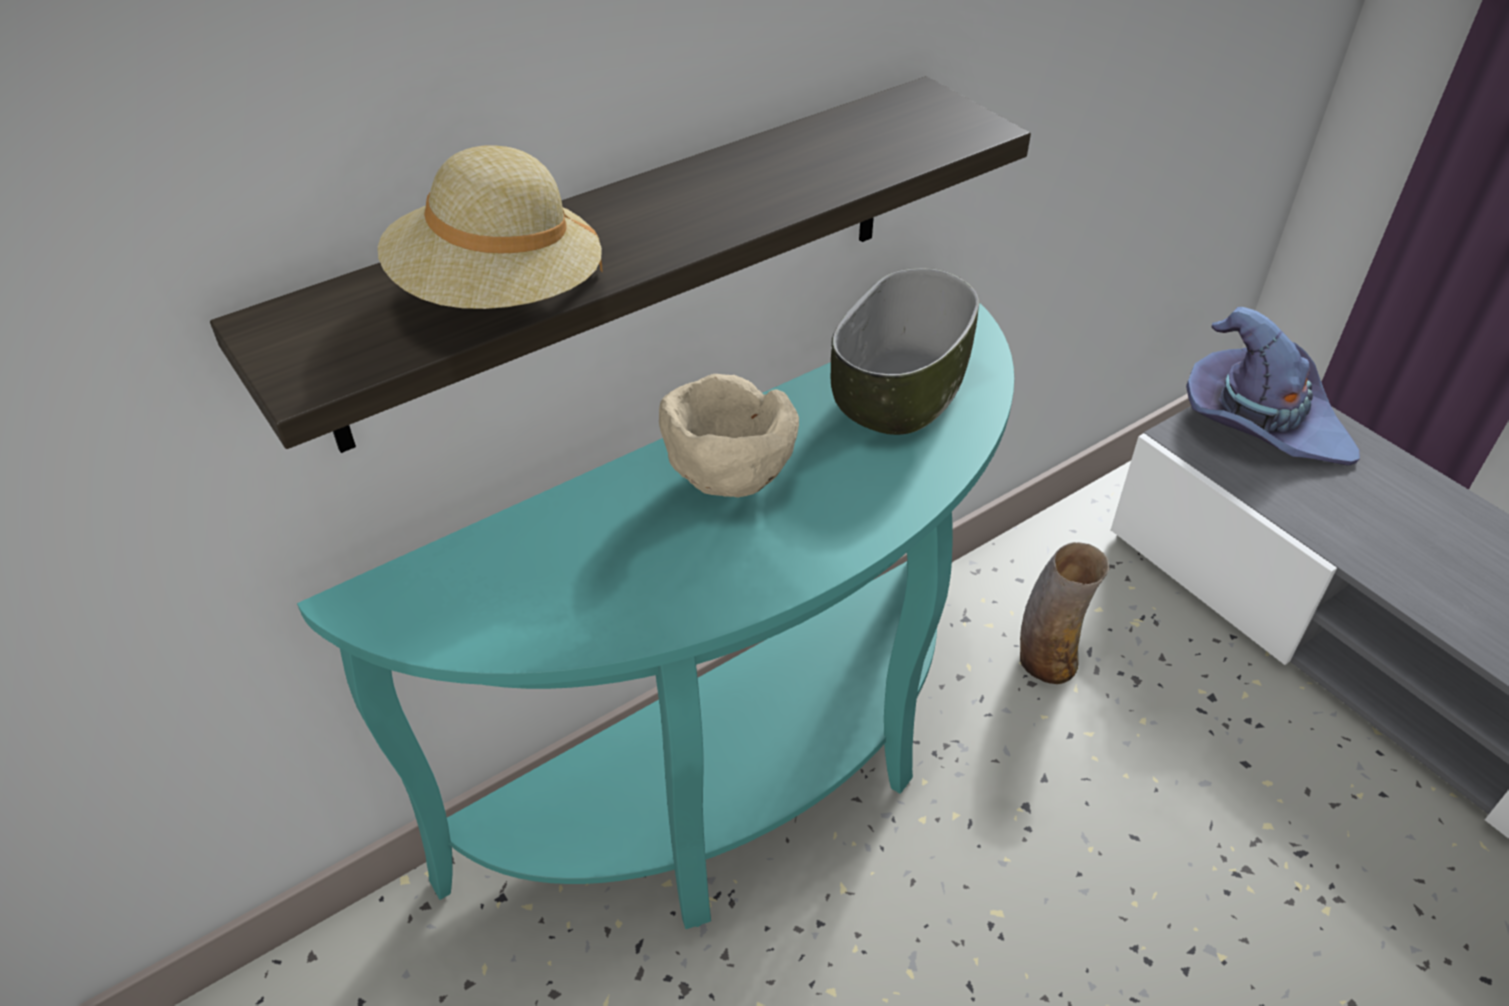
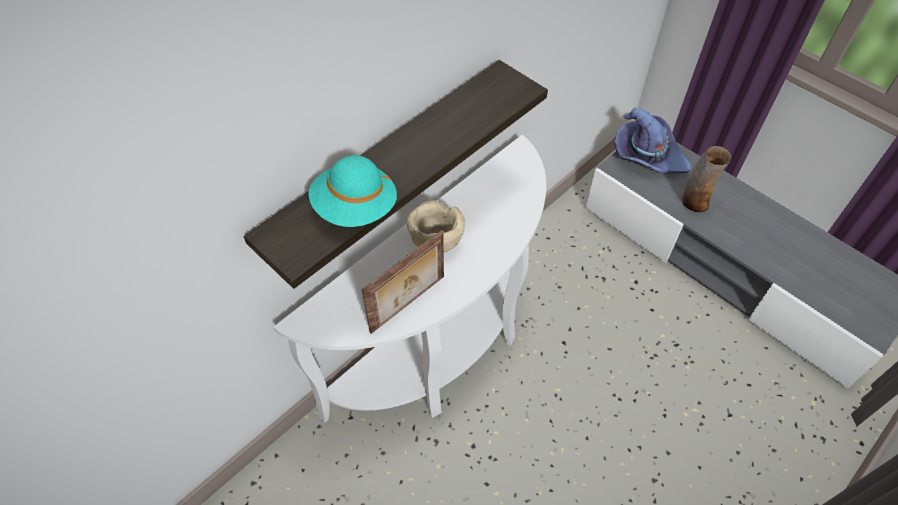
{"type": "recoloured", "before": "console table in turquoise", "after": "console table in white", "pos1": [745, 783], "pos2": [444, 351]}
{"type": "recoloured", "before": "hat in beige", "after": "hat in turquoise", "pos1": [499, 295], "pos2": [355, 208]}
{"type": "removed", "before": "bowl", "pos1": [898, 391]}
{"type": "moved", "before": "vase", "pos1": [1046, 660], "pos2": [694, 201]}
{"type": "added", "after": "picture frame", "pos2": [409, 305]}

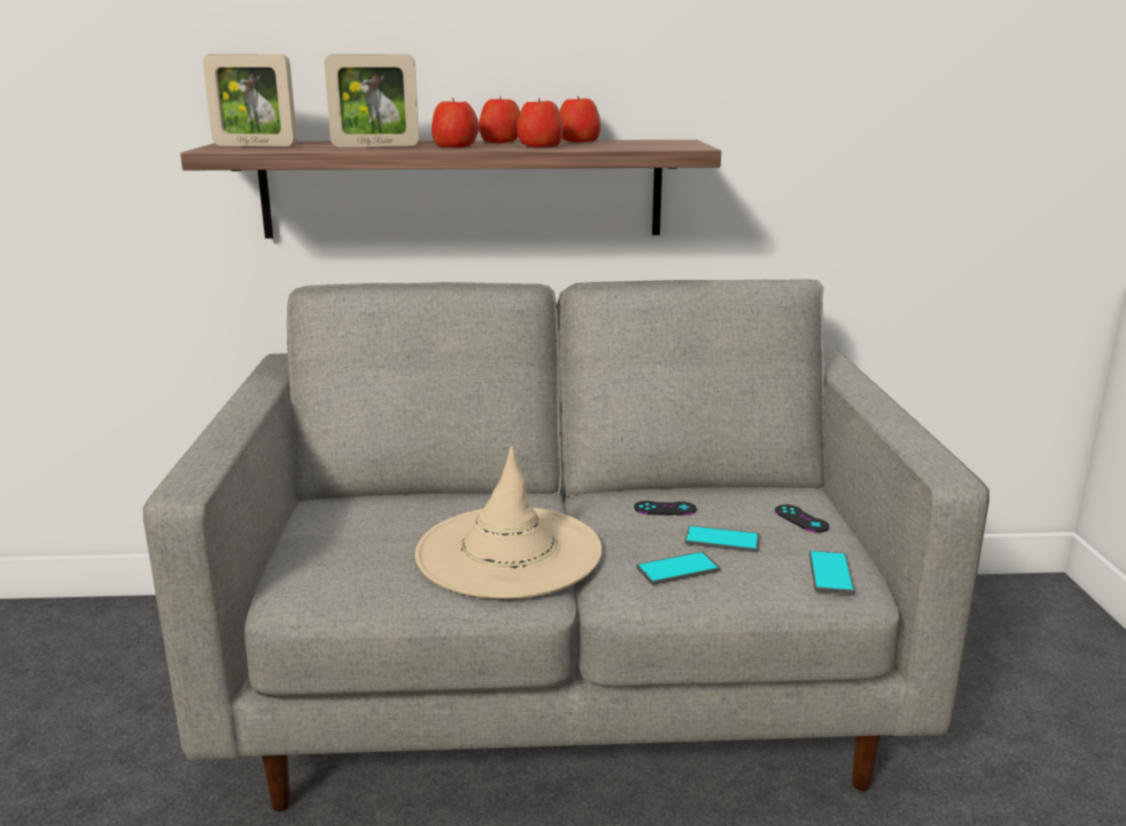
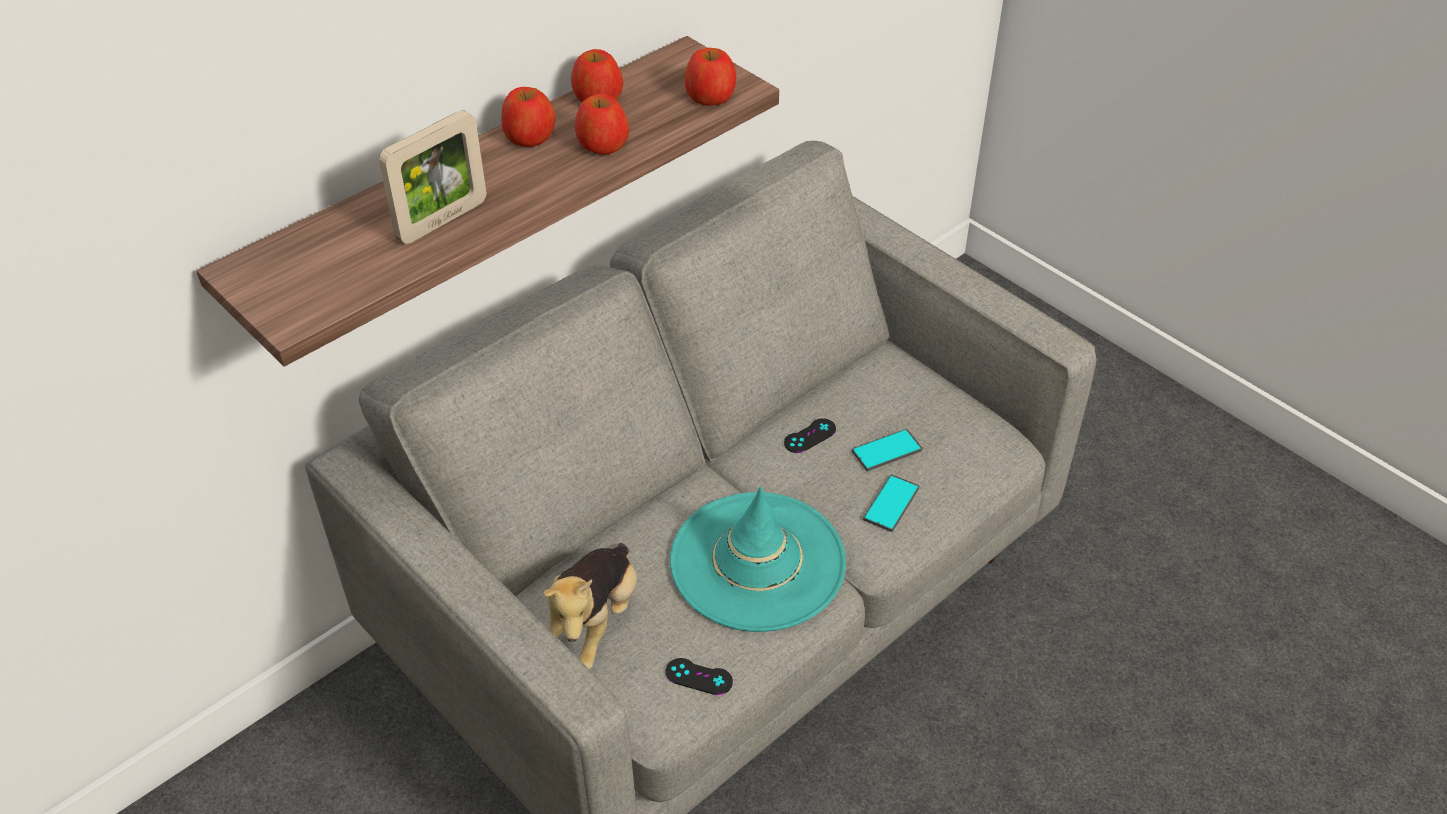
{"type": "removed", "before": "picture frame", "pos1": [255, 146]}
{"type": "recoloured", "before": "hat in beige", "after": "hat in turquoise", "pos1": [508, 552], "pos2": [757, 561]}
{"type": "moved", "before": "apple", "pos1": [455, 146], "pos2": [710, 95]}
{"type": "moved", "before": "game controller in black", "pos1": [801, 519], "pos2": [699, 677]}
{"type": "removed", "before": "phone", "pos1": [831, 573]}
{"type": "added", "after": "plush toy", "pos2": [593, 622]}

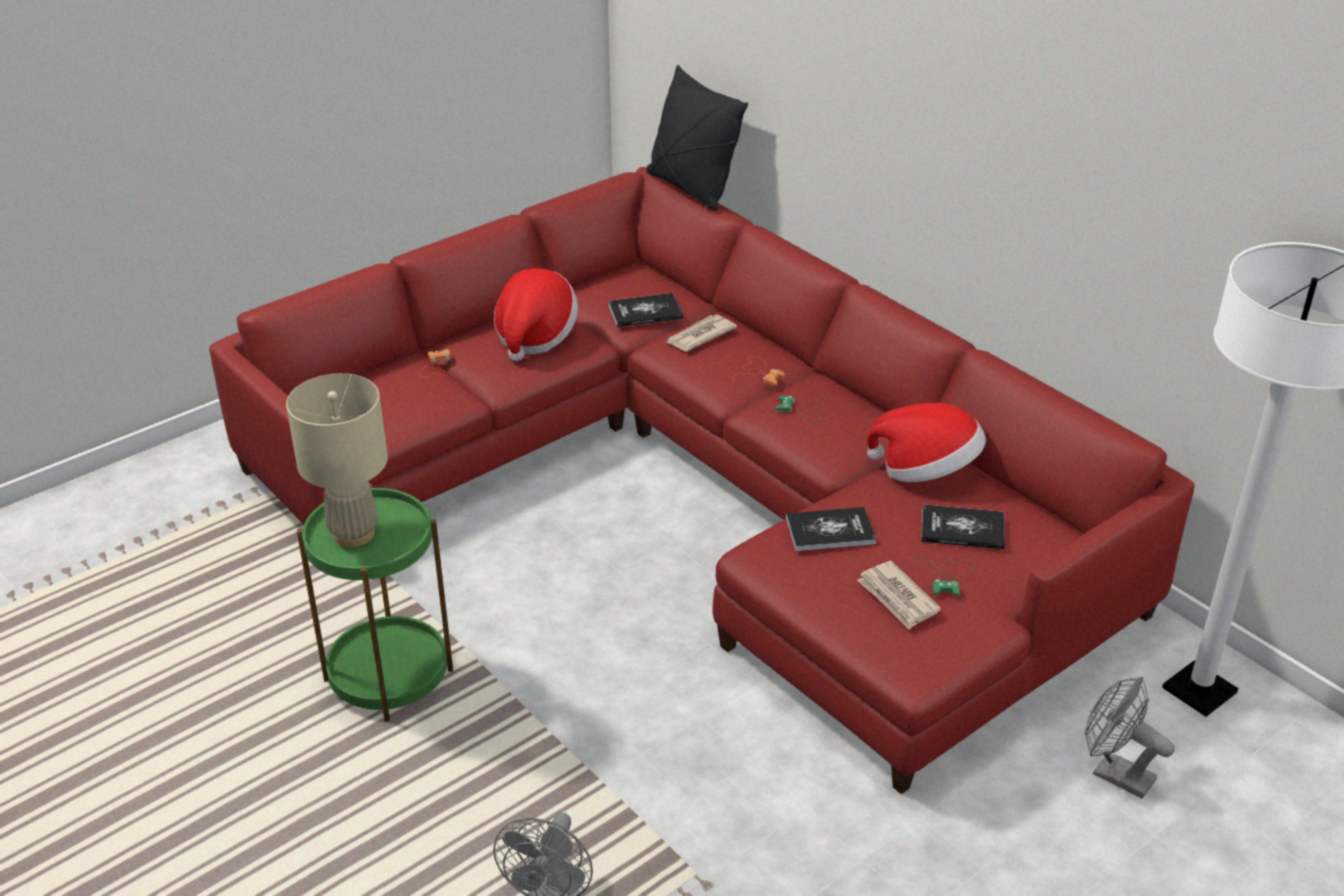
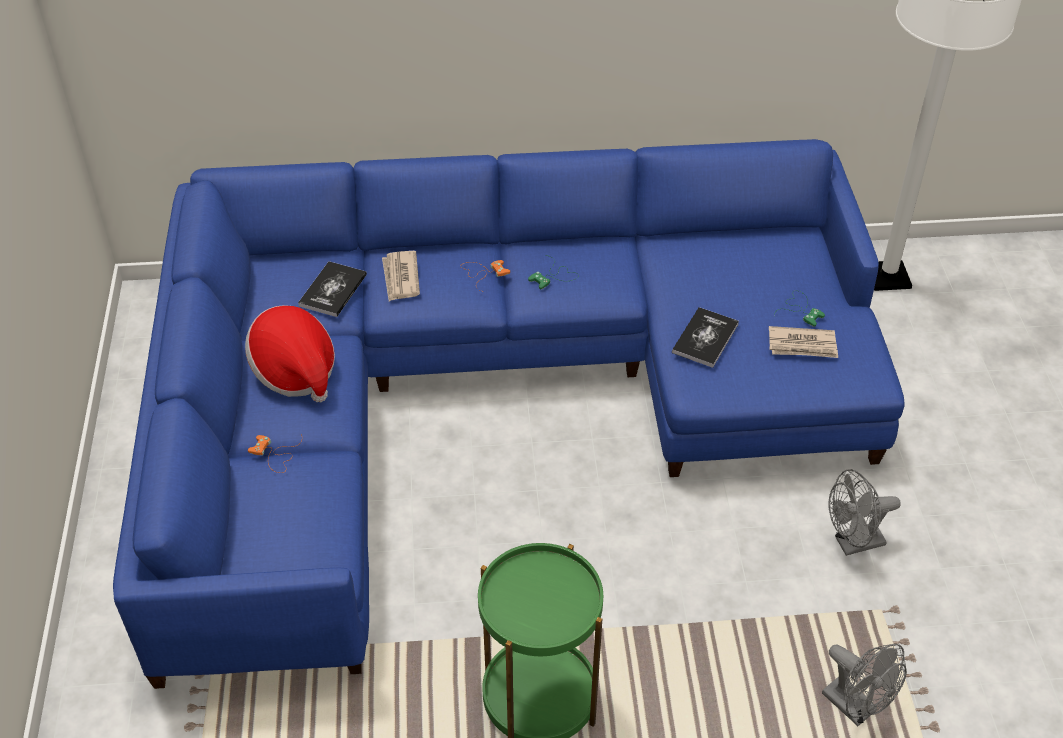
{"type": "recoloured", "before": "sofa in red", "after": "sofa in blue", "pos1": [702, 490], "pos2": [487, 392]}
{"type": "removed", "before": "table lamp in beige", "pos1": [354, 533]}
{"type": "removed", "before": "pillow in black", "pos1": [691, 188]}
{"type": "removed", "before": "hat", "pos1": [926, 471]}
{"type": "removed", "before": "book", "pos1": [962, 529]}
{"type": "moved", "before": "fan in grey", "pos1": [1114, 773], "pos2": [852, 543]}

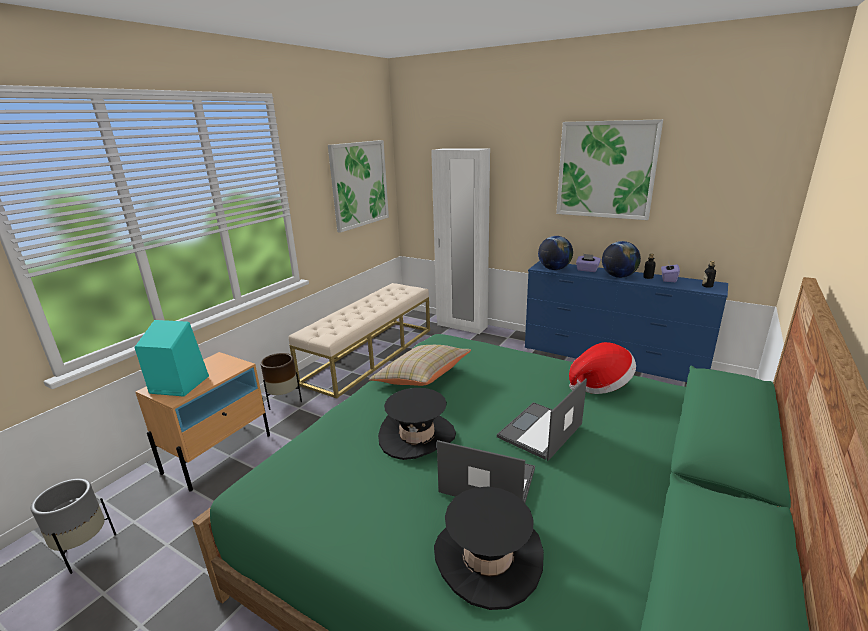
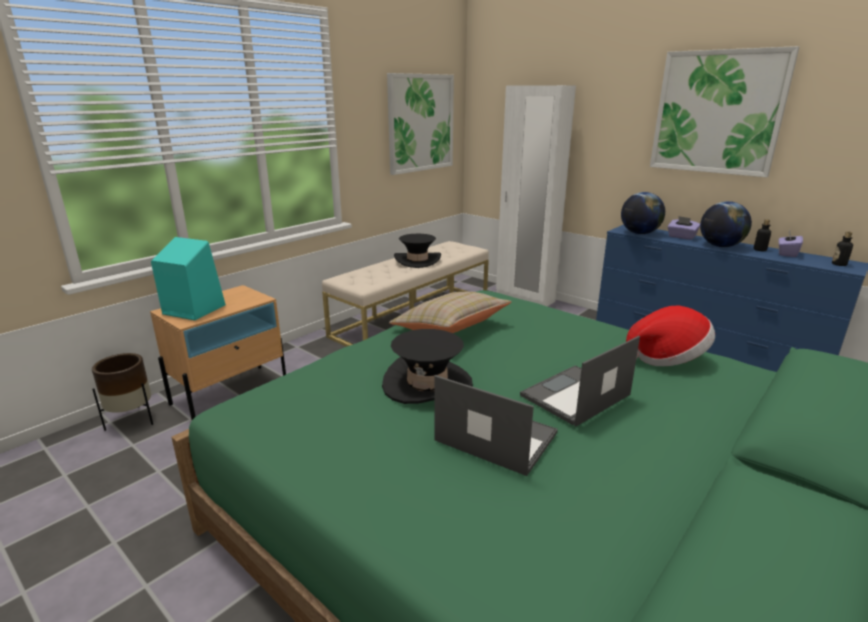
{"type": "removed", "before": "planter in grey", "pos1": [85, 549]}
{"type": "moved", "before": "planter in brown", "pos1": [284, 401], "pos2": [132, 420]}
{"type": "moved", "before": "hat in black", "pos1": [488, 558], "pos2": [417, 260]}

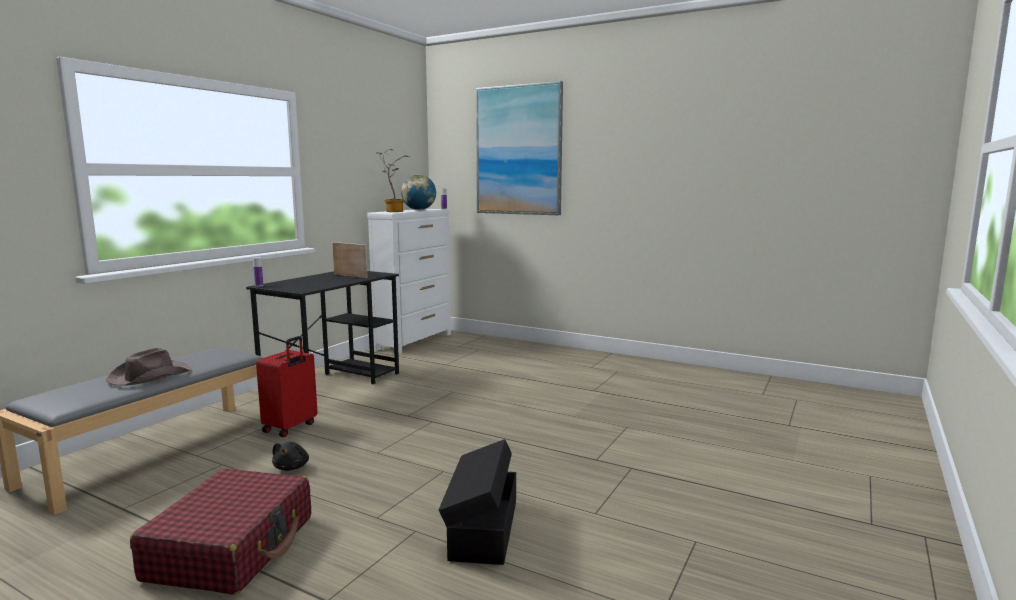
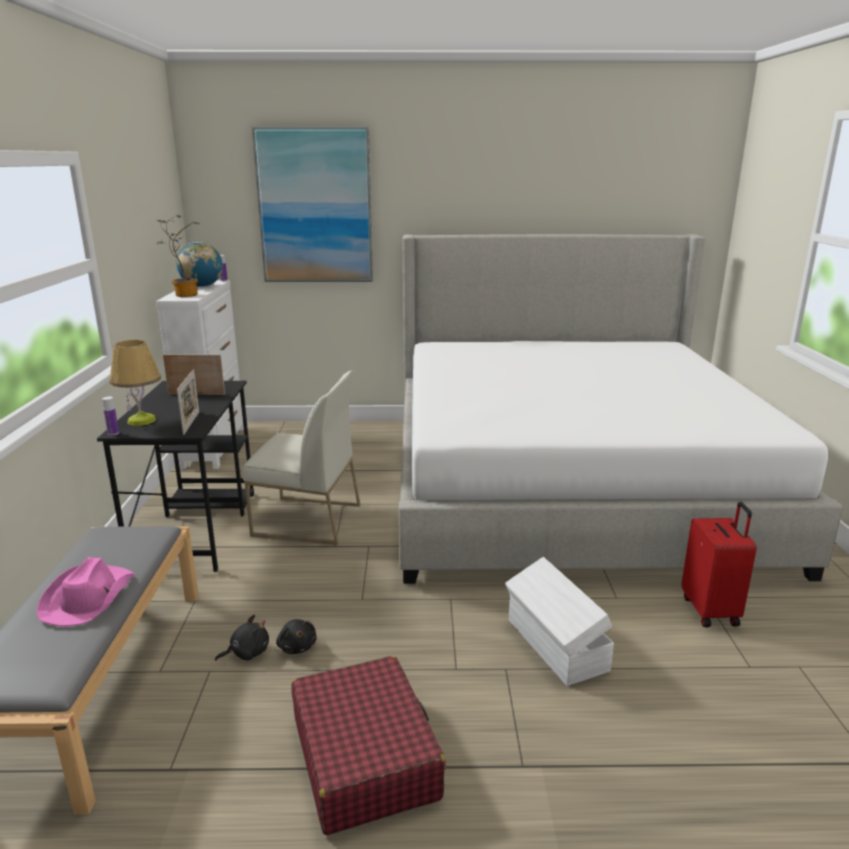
{"type": "recoloured", "before": "hat in brown", "after": "hat in pink", "pos1": [149, 376], "pos2": [88, 597]}
{"type": "moved", "before": "suitcase in red", "pos1": [290, 427], "pos2": [711, 611]}
{"type": "recoloured", "before": "storage box in black", "after": "storage box in white", "pos1": [482, 529], "pos2": [555, 645]}
{"type": "added", "after": "table lamp", "pos2": [142, 420]}
{"type": "added", "after": "picture frame", "pos2": [191, 423]}
{"type": "added", "after": "plush toy in black", "pos2": [247, 652]}
{"type": "added", "after": "chair in white", "pos2": [306, 520]}
{"type": "added", "after": "bed", "pos2": [566, 484]}

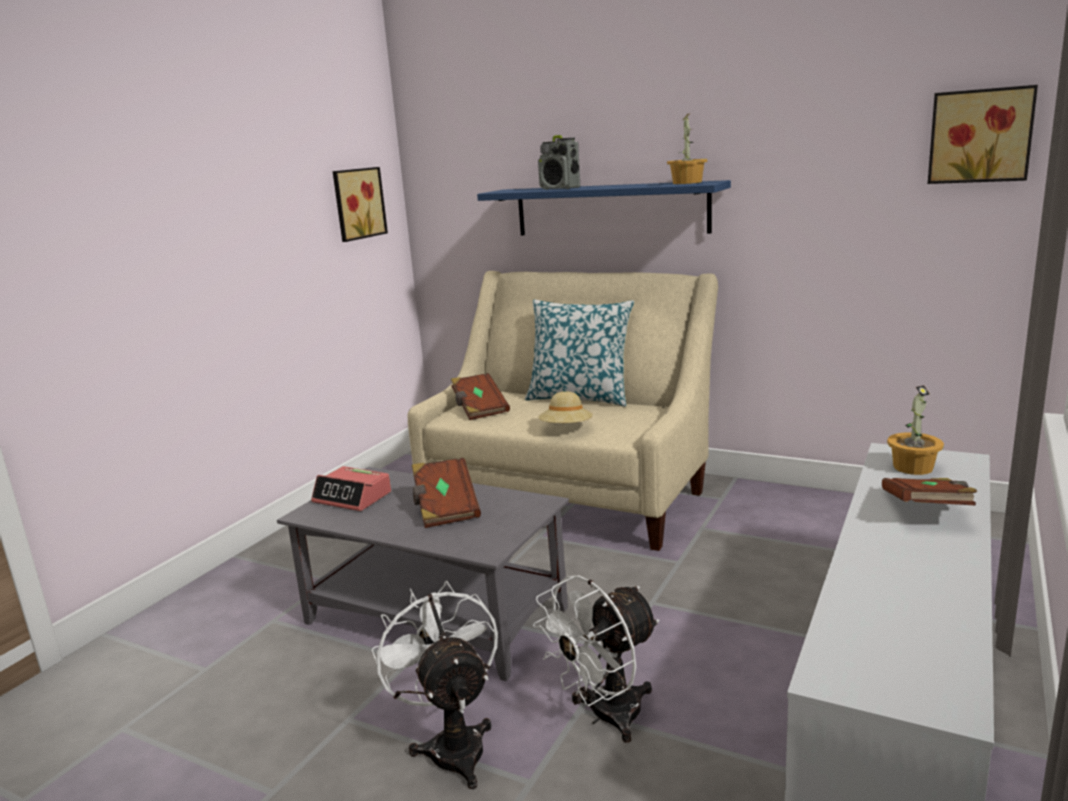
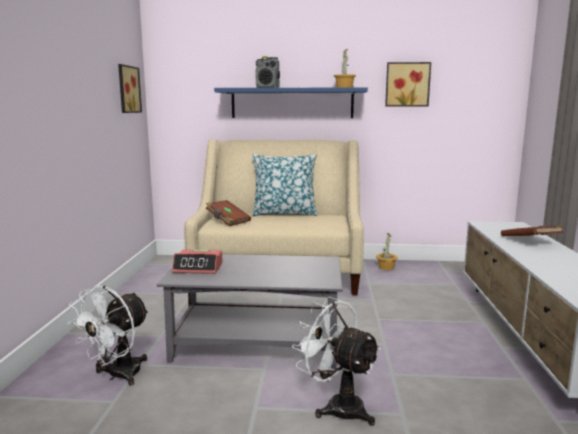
{"type": "removed", "before": "book in brown", "pos1": [445, 508]}
{"type": "moved", "before": "fan in white", "pos1": [605, 717], "pos2": [117, 376]}
{"type": "removed", "before": "hat in beige", "pos1": [566, 429]}
{"type": "moved", "before": "potted plant", "pos1": [912, 467], "pos2": [386, 267]}
{"type": "moved", "before": "picture", "pos1": [980, 136], "pos2": [407, 84]}

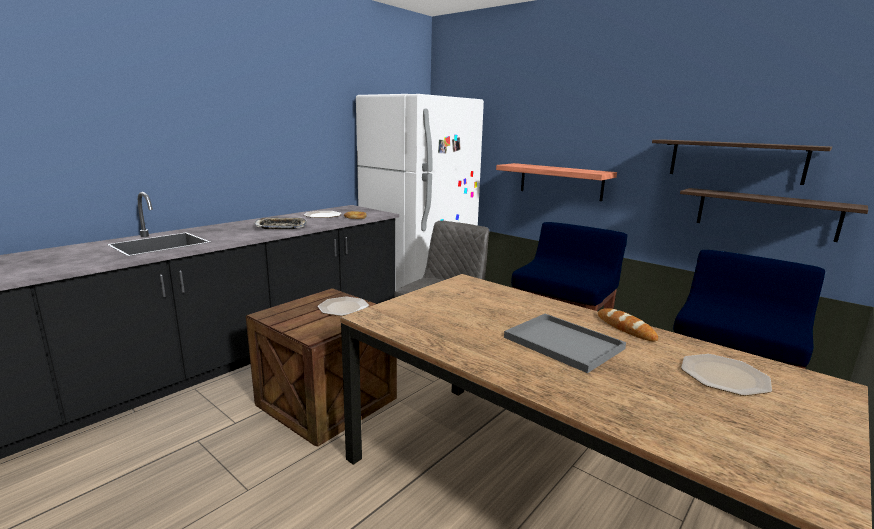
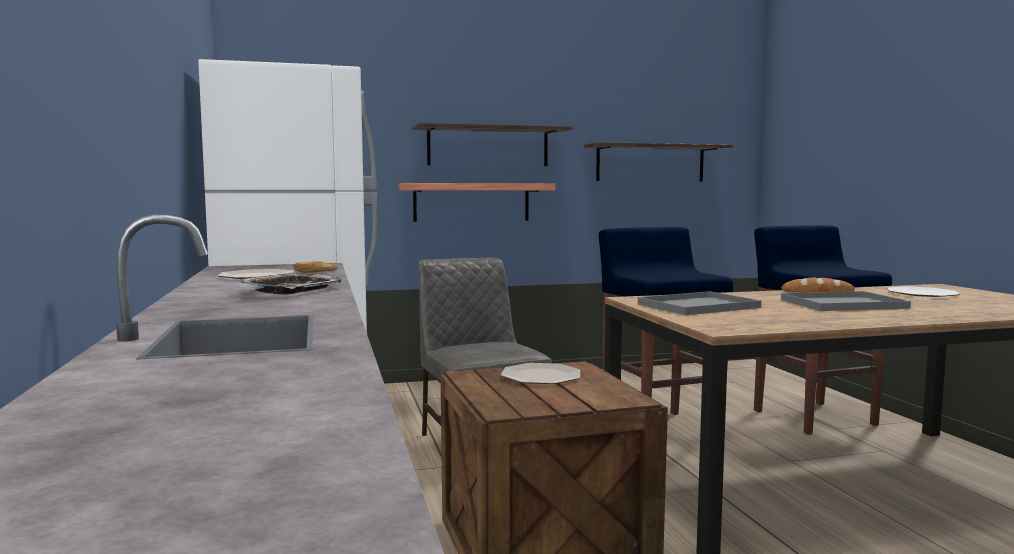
{"type": "moved", "before": "shelf", "pos1": [765, 213], "pos2": [488, 146]}
{"type": "added", "after": "tray in grey", "pos2": [697, 306]}

